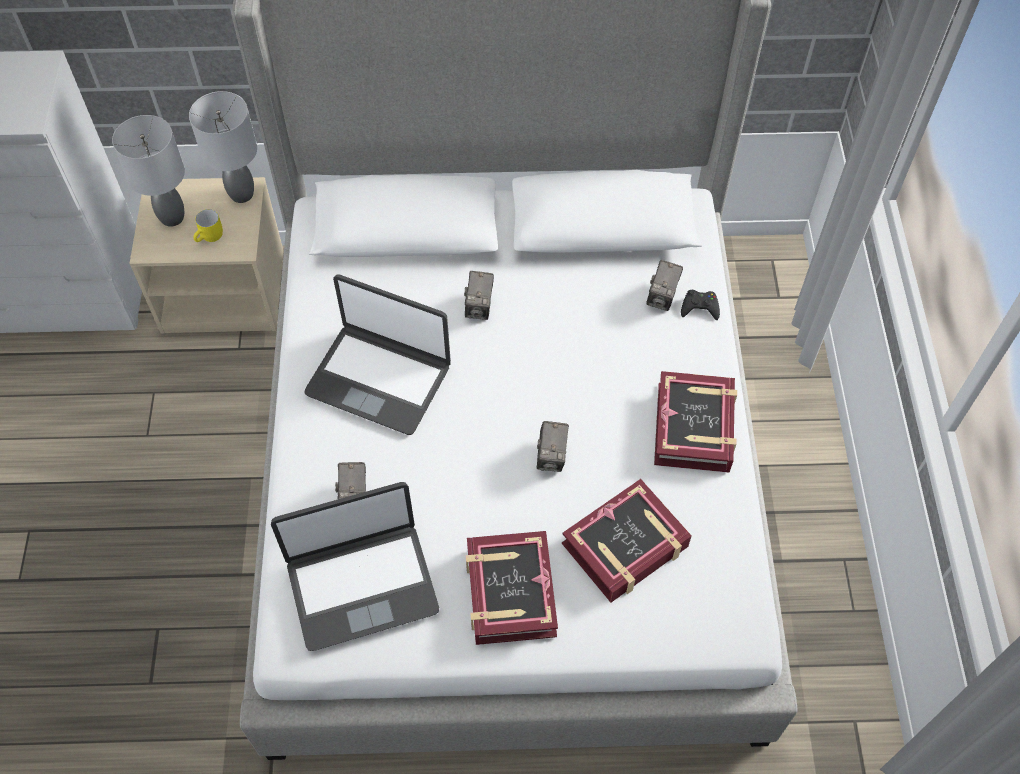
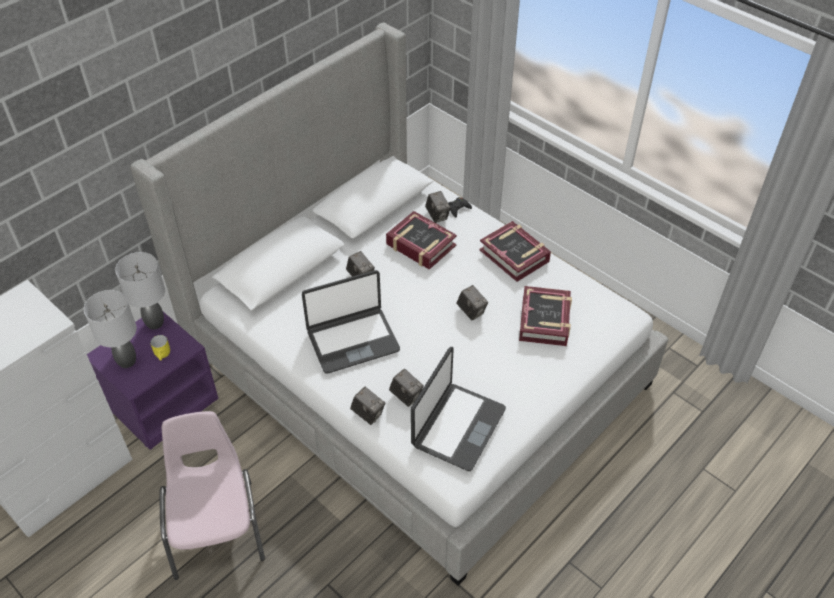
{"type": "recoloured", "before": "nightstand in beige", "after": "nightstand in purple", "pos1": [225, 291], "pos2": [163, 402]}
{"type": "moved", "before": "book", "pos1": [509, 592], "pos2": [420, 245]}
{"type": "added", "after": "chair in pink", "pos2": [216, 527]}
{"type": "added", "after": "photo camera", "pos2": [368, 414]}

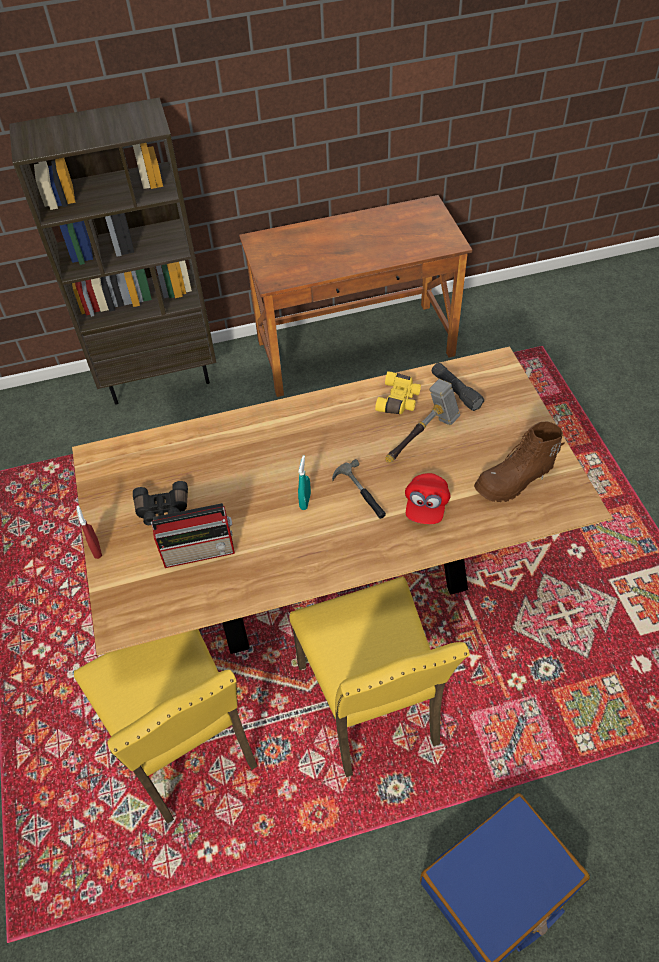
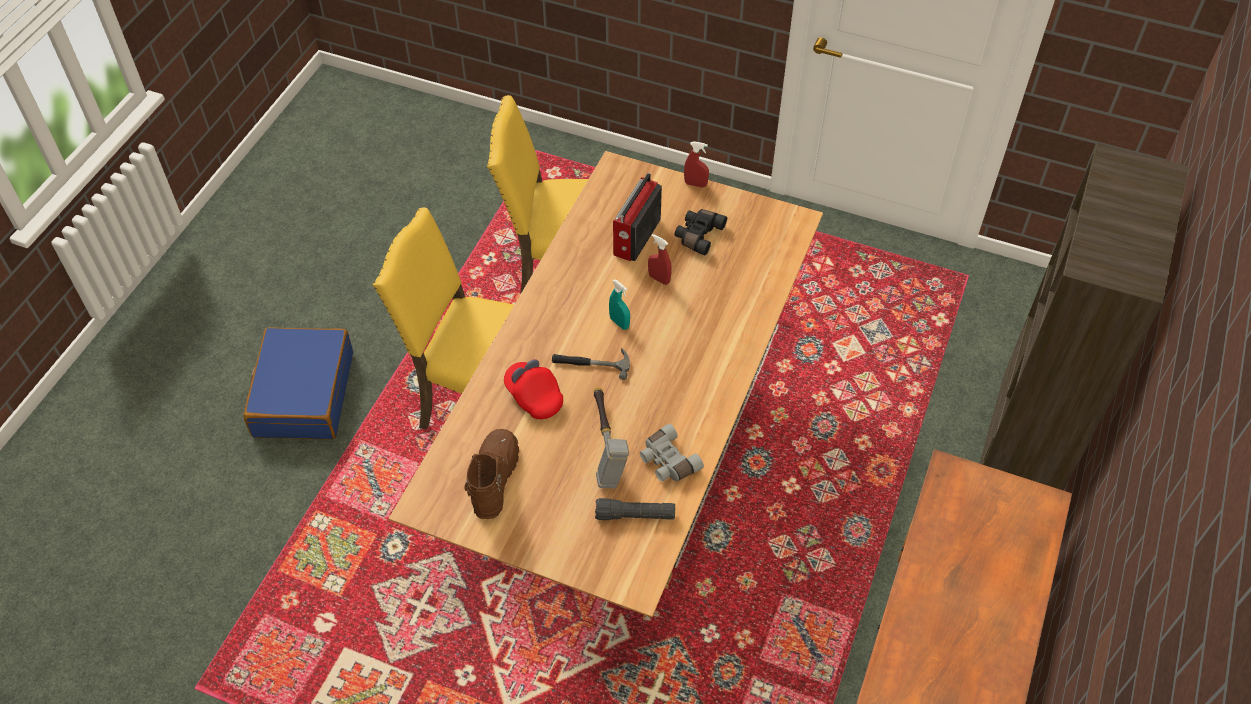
{"type": "recoloured", "before": "binoculars in yellow", "after": "binoculars in grey", "pos1": [399, 400], "pos2": [667, 461]}
{"type": "added", "after": "spray bottle in red", "pos2": [659, 279]}

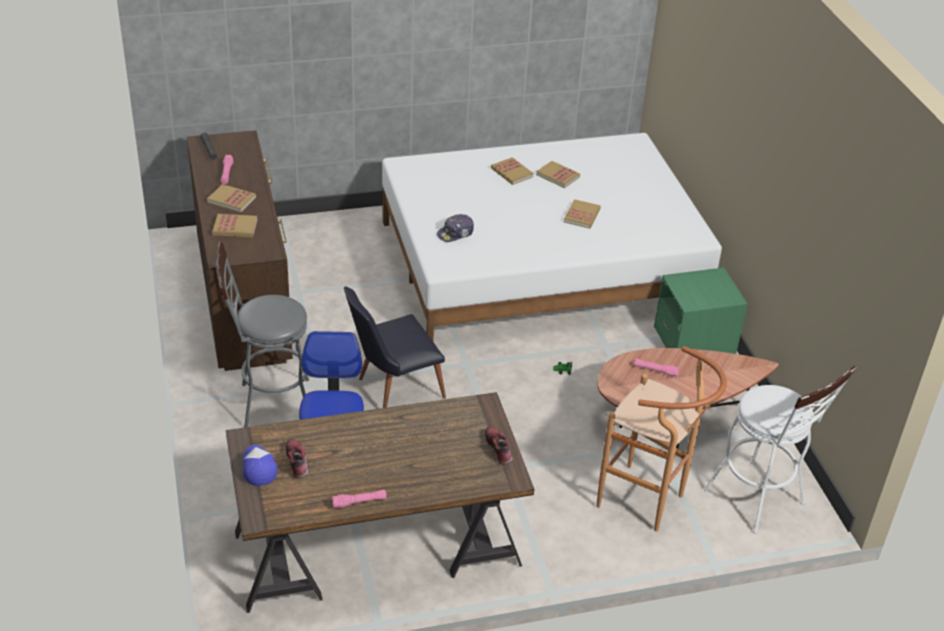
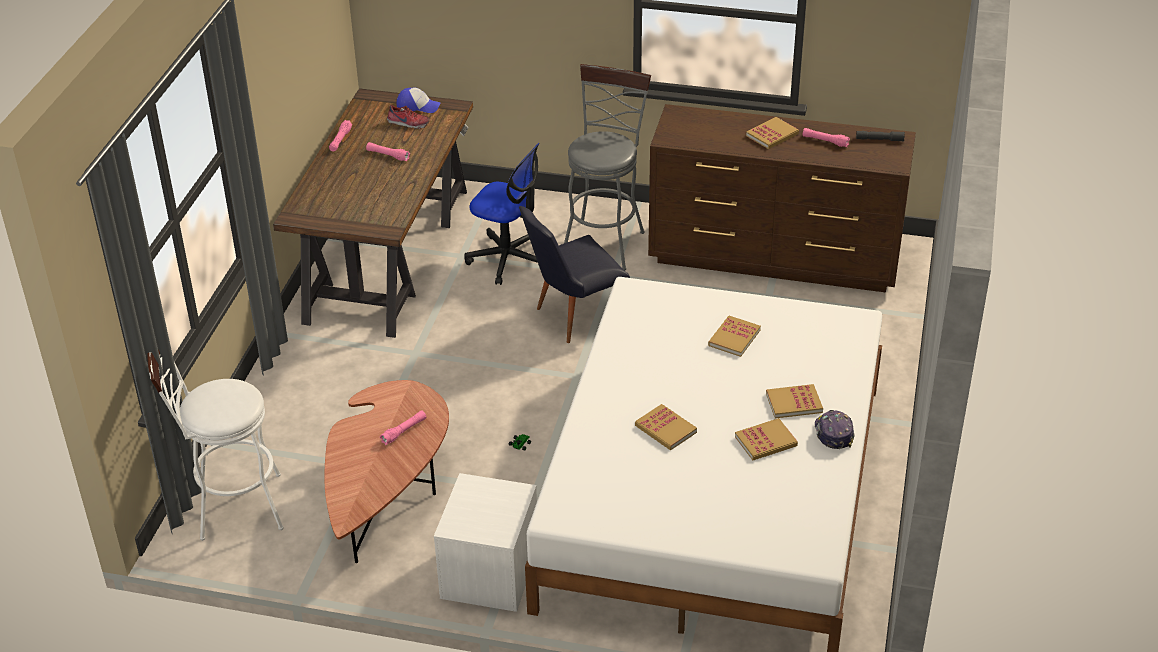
{"type": "moved", "before": "book", "pos1": [235, 227], "pos2": [734, 338]}
{"type": "turned", "before": "chair in black", "pos1": [392, 389], "pos2": [574, 316], "turn": -120}
{"type": "moved", "before": "cap", "pos1": [456, 233], "pos2": [833, 433]}
{"type": "removed", "before": "shoe", "pos1": [499, 448]}
{"type": "removed", "before": "stool in brown", "pos1": [648, 503]}
{"type": "recoloured", "before": "nightstand in green", "after": "nightstand in white", "pos1": [694, 342], "pos2": [490, 574]}
{"type": "added", "after": "flashlight in pink", "pos2": [388, 155]}

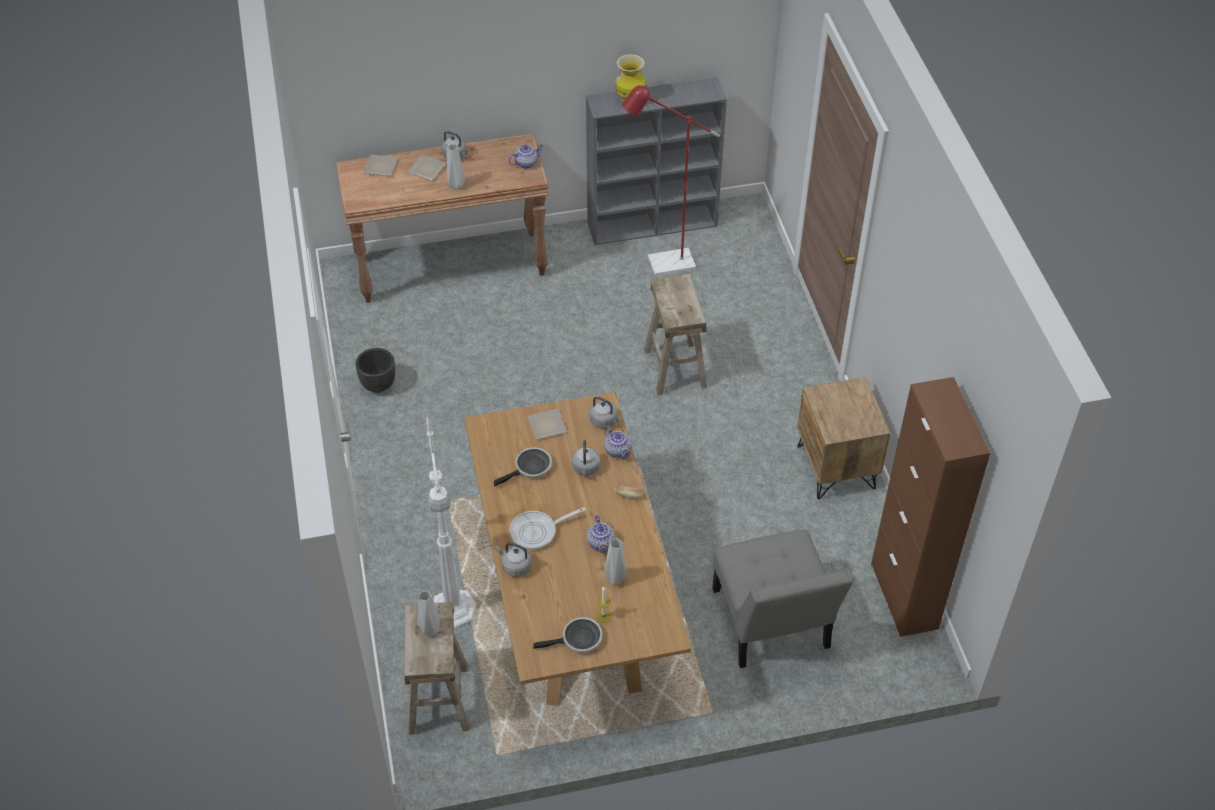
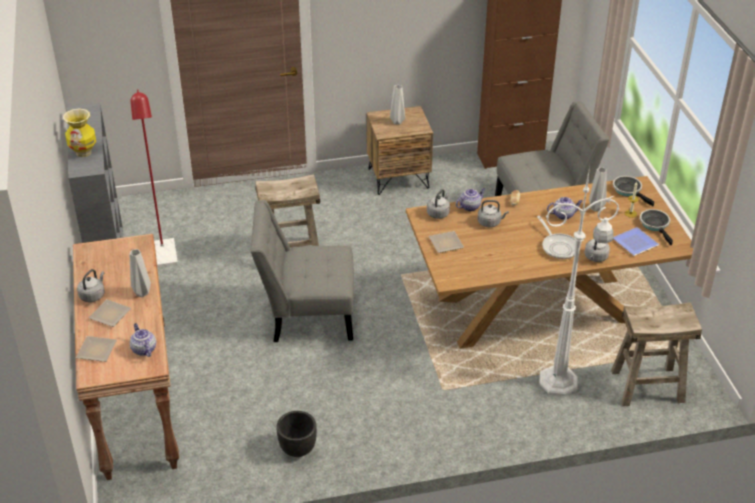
{"type": "moved", "before": "vase in grey", "pos1": [429, 630], "pos2": [397, 122]}
{"type": "moved", "before": "frying pan", "pos1": [530, 468], "pos2": [629, 190]}
{"type": "moved", "before": "teapot", "pos1": [526, 163], "pos2": [143, 349]}
{"type": "added", "after": "chair in grey", "pos2": [307, 315]}
{"type": "added", "after": "plate", "pos2": [633, 243]}

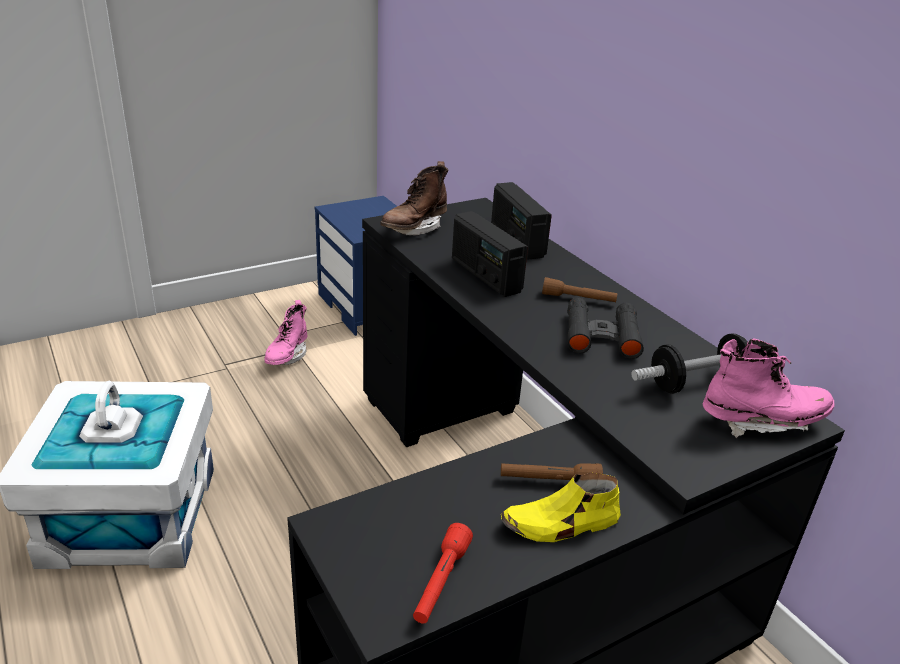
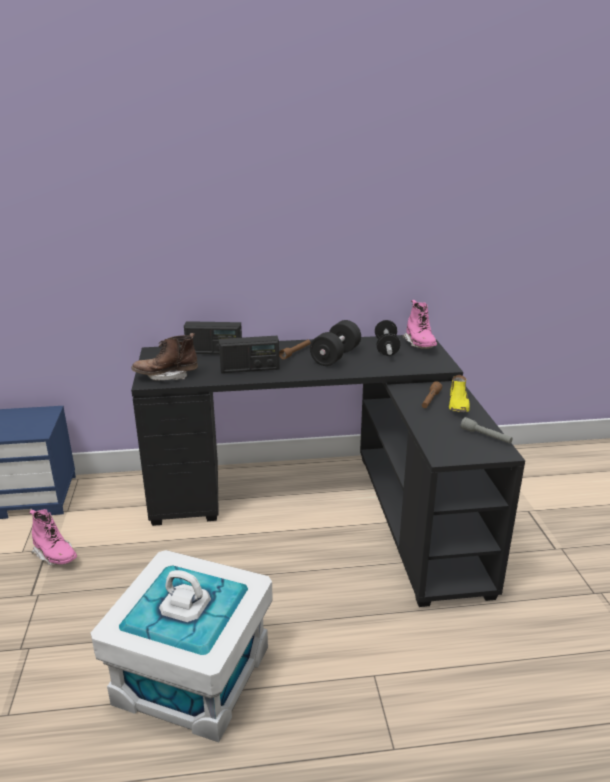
{"type": "turned", "before": "boot in brown", "pos1": [414, 228], "pos2": [166, 376], "turn": 105}
{"type": "recoloured", "before": "flashlight in red", "after": "flashlight in grey", "pos1": [441, 582], "pos2": [486, 436]}
{"type": "replaced", "before": "binoculars in black", "after": "dumbbell in black", "pos1": [601, 336], "pos2": [335, 356]}
{"type": "turned", "before": "boot in pink", "pos1": [761, 421], "pos2": [420, 345], "turn": 150}

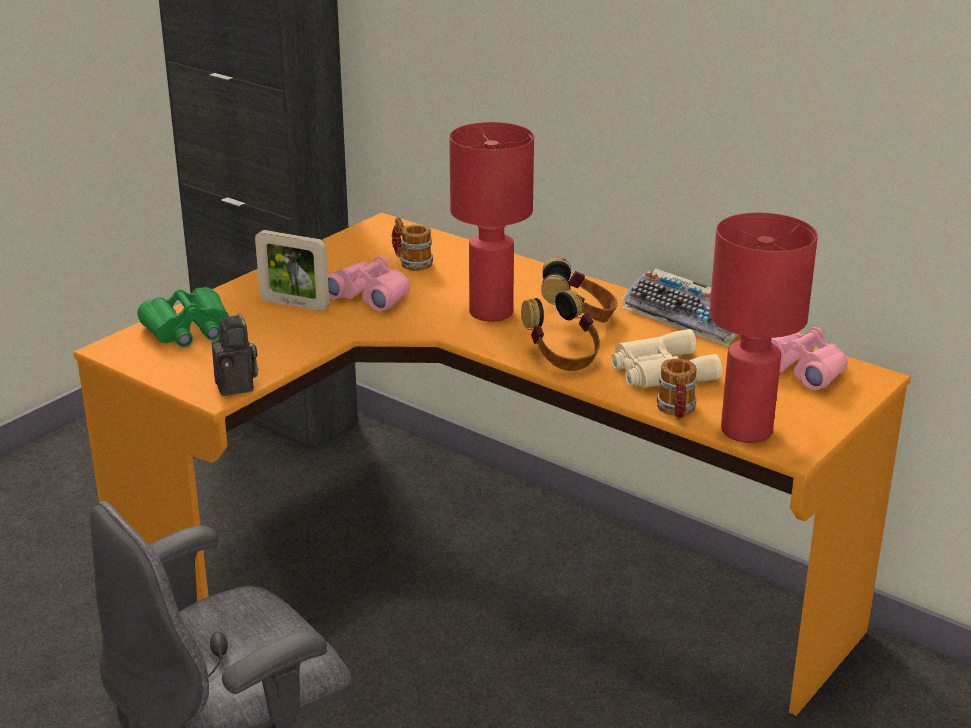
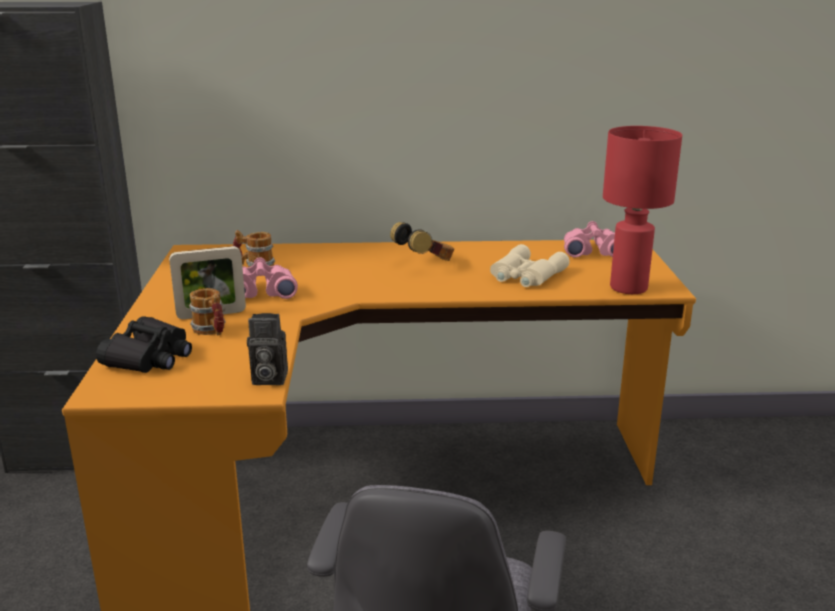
{"type": "recoloured", "before": "binoculars in green", "after": "binoculars in black", "pos1": [188, 330], "pos2": [149, 357]}
{"type": "turned", "before": "photo camera", "pos1": [238, 386], "pos2": [267, 379], "turn": 150}
{"type": "removed", "before": "table lamp in red", "pos1": [492, 313]}
{"type": "removed", "before": "headphones", "pos1": [563, 357]}
{"type": "removed", "before": "keyboard", "pos1": [691, 317]}
{"type": "moved", "before": "mug", "pos1": [676, 411], "pos2": [211, 331]}

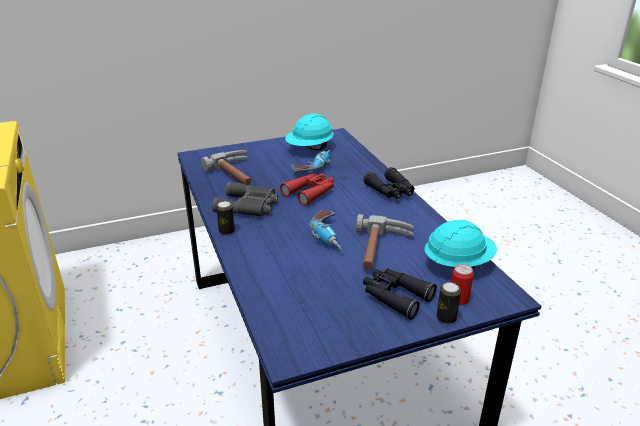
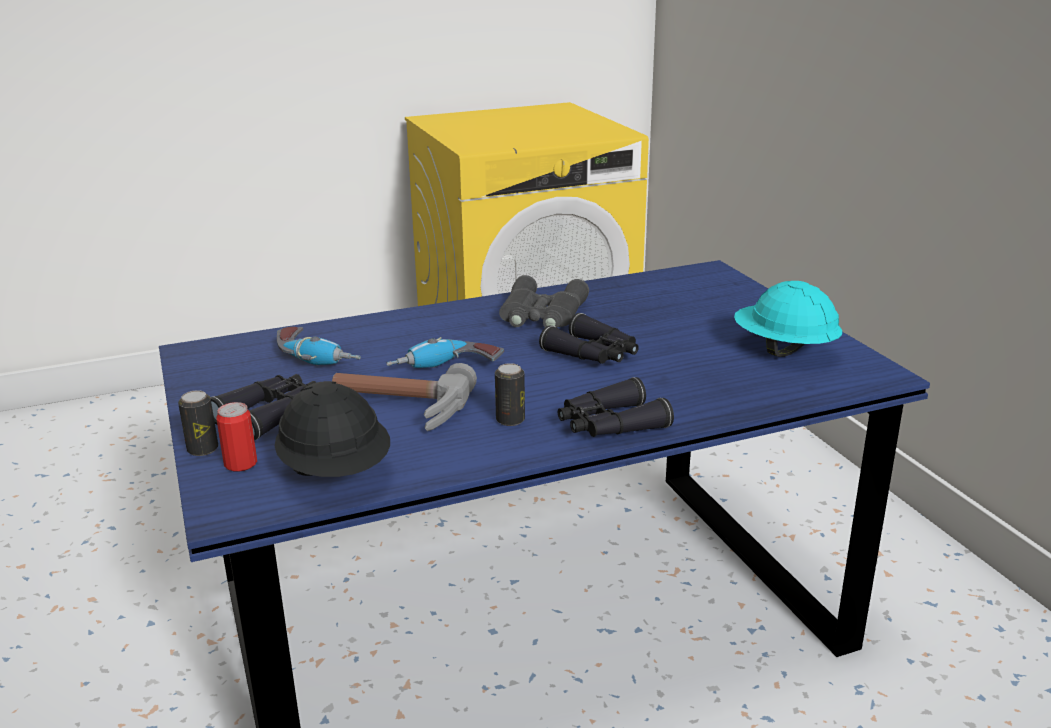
{"type": "removed", "before": "hammer", "pos1": [238, 174]}
{"type": "moved", "before": "can", "pos1": [226, 231], "pos2": [510, 420]}
{"type": "recoloured", "before": "binoculars in red", "after": "binoculars in black", "pos1": [310, 192], "pos2": [593, 354]}
{"type": "moved", "before": "power drill", "pos1": [313, 167], "pos2": [318, 358]}
{"type": "recoloured", "before": "hard hat in turquoise", "after": "hard hat in black", "pos1": [457, 264], "pos2": [336, 472]}

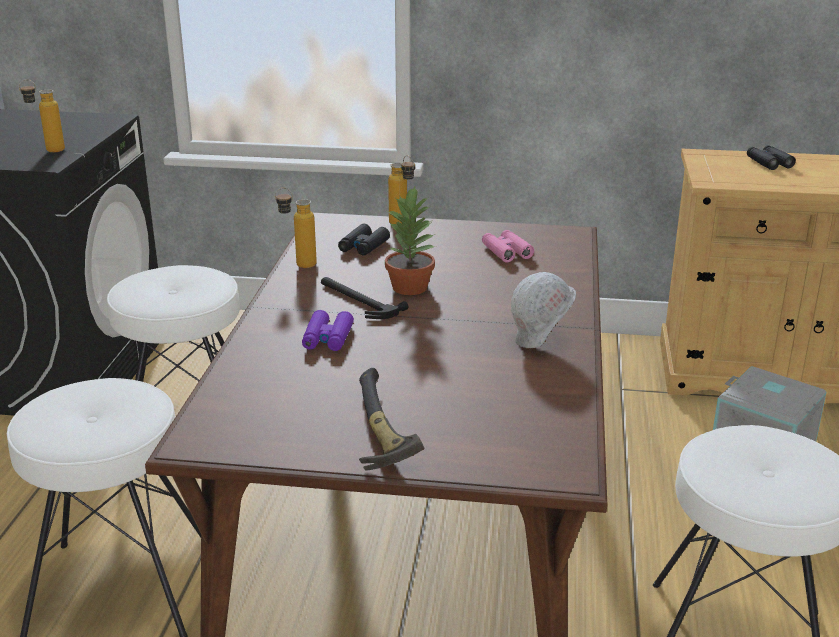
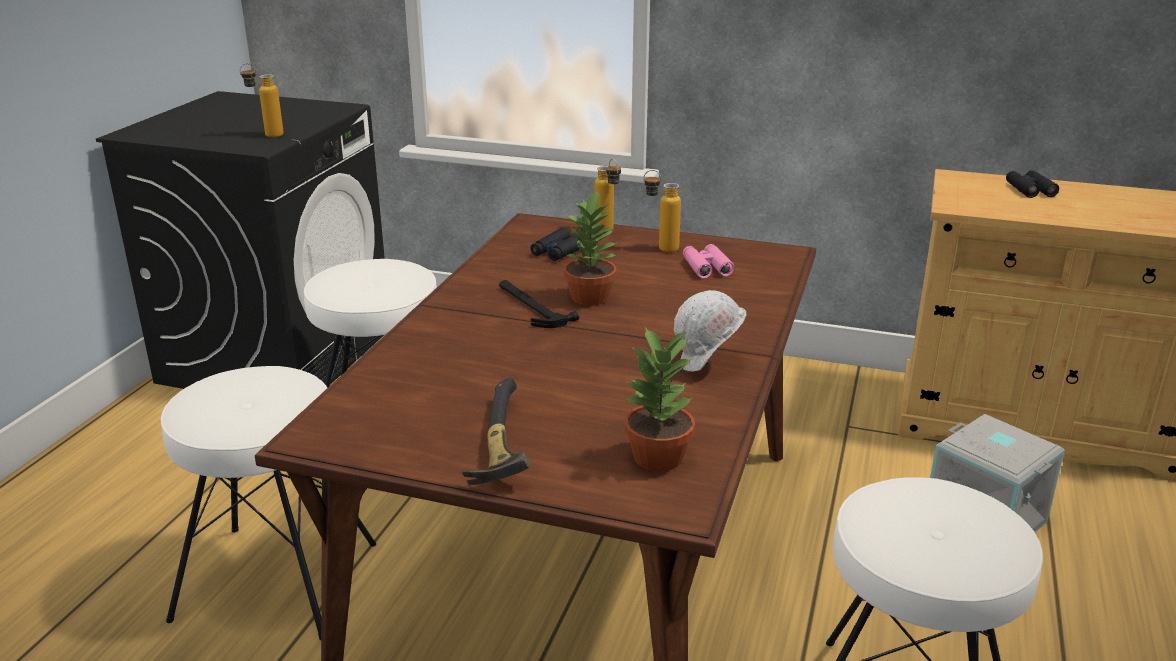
{"type": "moved", "before": "bottle", "pos1": [298, 265], "pos2": [660, 248]}
{"type": "removed", "before": "binoculars in purple", "pos1": [327, 338]}
{"type": "added", "after": "potted plant", "pos2": [659, 458]}

